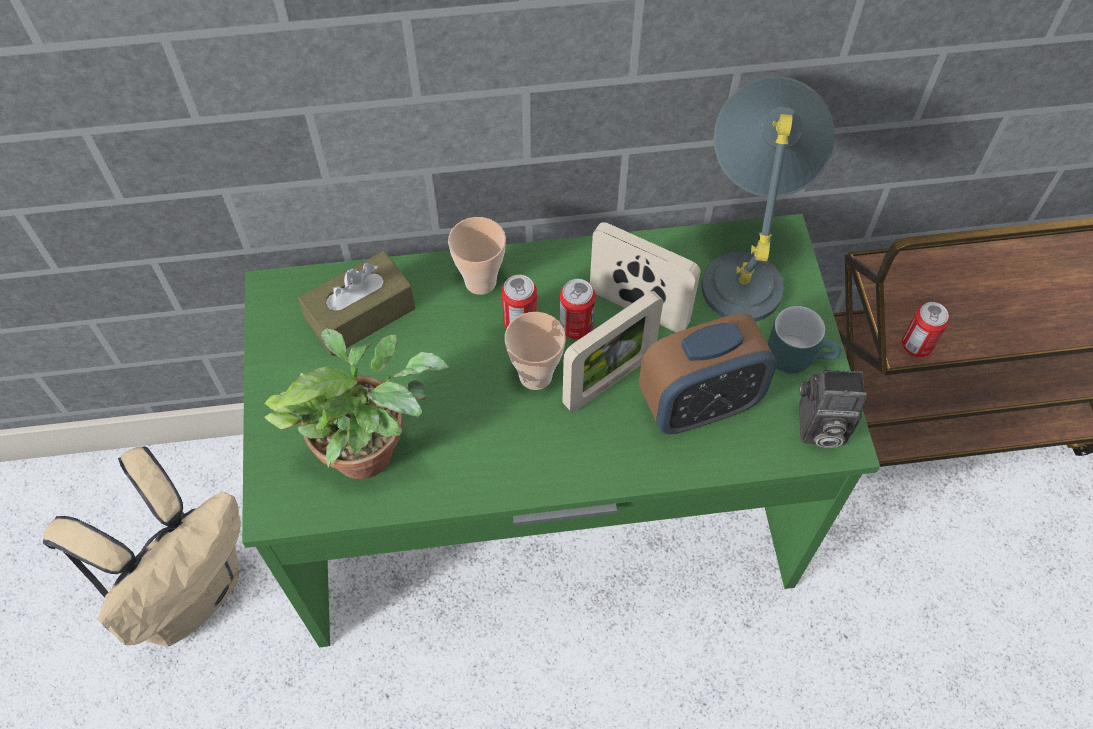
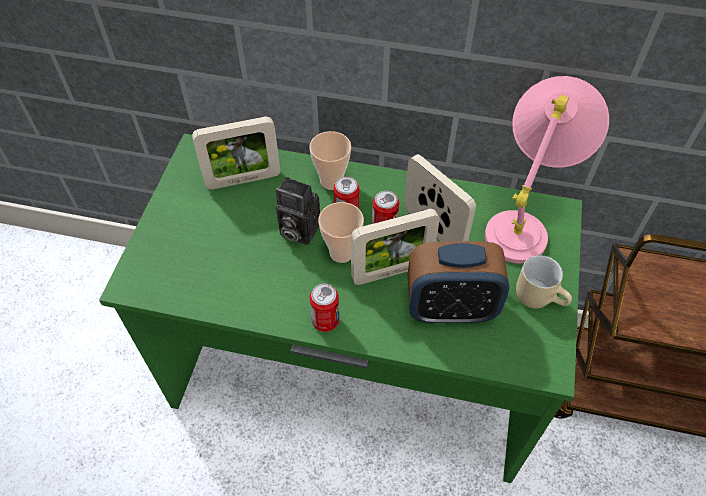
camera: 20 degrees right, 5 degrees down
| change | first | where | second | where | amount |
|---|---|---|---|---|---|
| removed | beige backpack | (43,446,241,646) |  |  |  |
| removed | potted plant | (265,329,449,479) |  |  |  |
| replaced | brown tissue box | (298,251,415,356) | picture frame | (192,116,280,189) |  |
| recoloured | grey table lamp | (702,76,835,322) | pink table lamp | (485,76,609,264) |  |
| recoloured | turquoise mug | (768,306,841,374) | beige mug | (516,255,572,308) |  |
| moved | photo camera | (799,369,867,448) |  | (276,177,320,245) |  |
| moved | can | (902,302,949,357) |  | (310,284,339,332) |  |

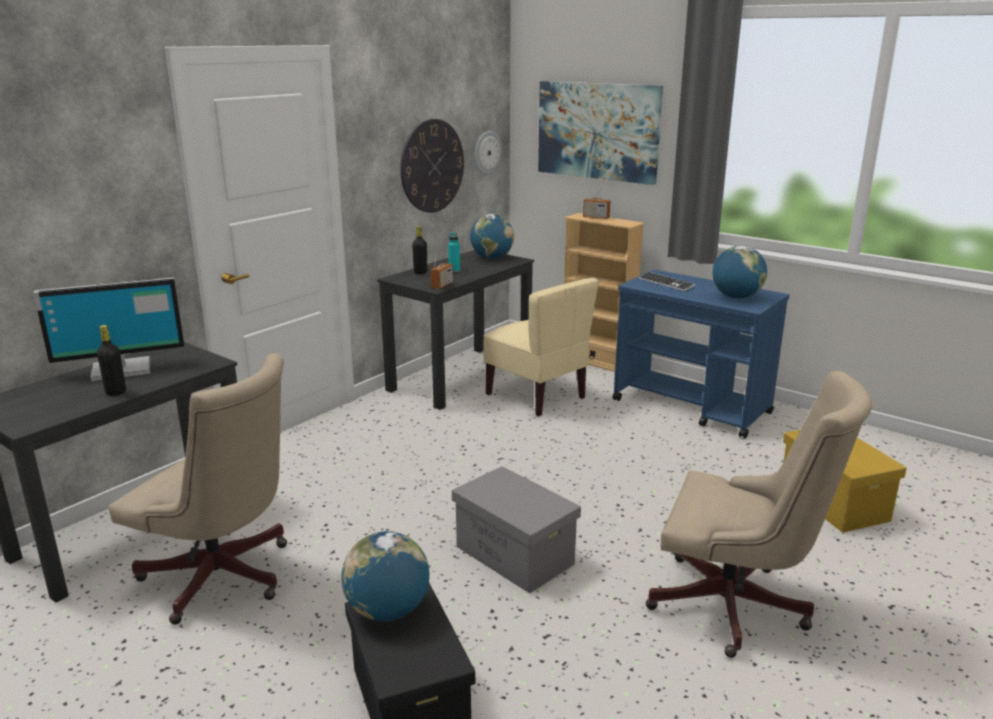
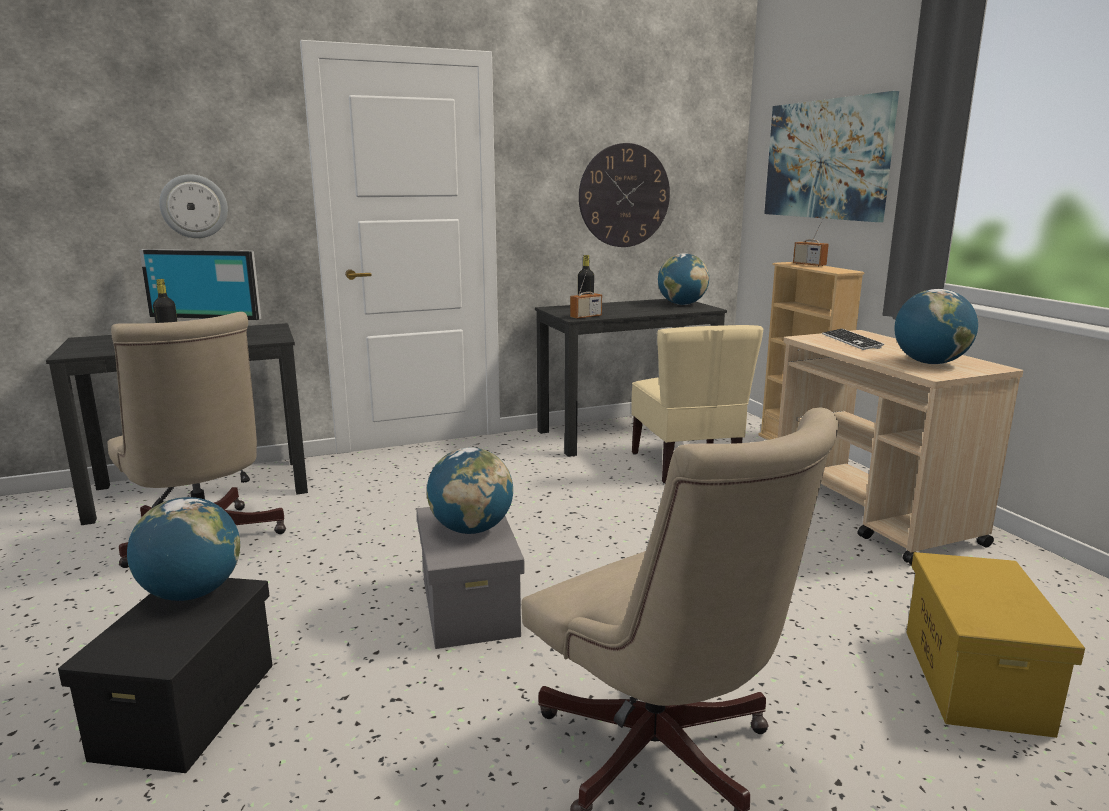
camera: 30 degrees right, 5 degrees down
| change | first | where | second | where | amount |
|---|---|---|---|---|---|
| removed | turquoise bottle | (448,233,460,272) |  |  |  |
| moved | wall clock | (475,131,502,175) |  | (159,174,228,238) |  |
| recoloured | blue cart | (613,270,790,438) | beige cart | (778,330,1023,565) |  |
| added |  |  | globe | (427,447,513,534) |  |

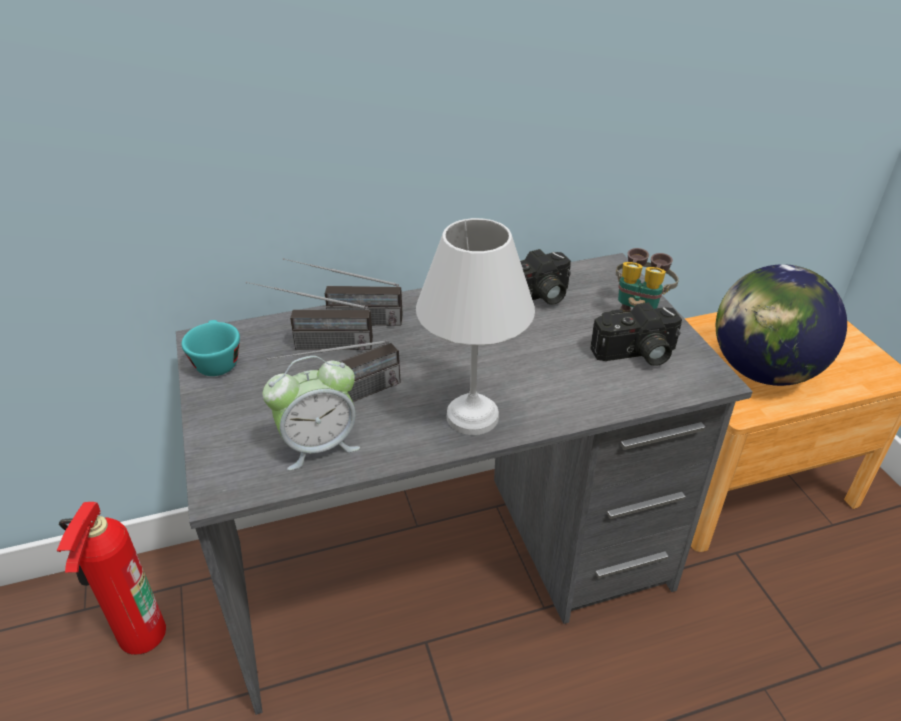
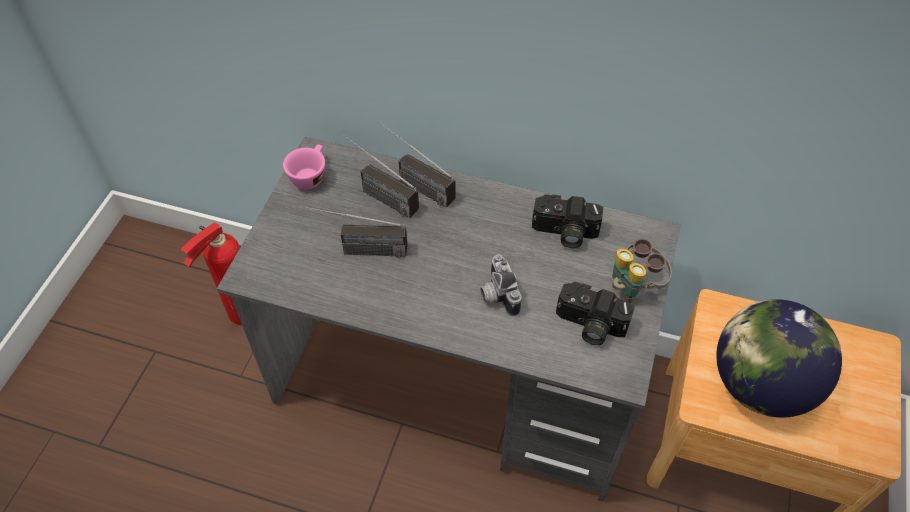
camera: 35 degrees right, 15 degrees up
| change | first | where | second | where | amount |
|---|---|---|---|---|---|
| recoloured | turquoise cup | (181,320,240,376) | pink cup | (283,144,325,190) |  |
| removed | alarm clock | (263,356,360,470) |  |  |  |
| removed | white table lamp | (416,218,535,435) |  |  |  |
| added |  |  | photo camera | (480,254,522,316) |  |

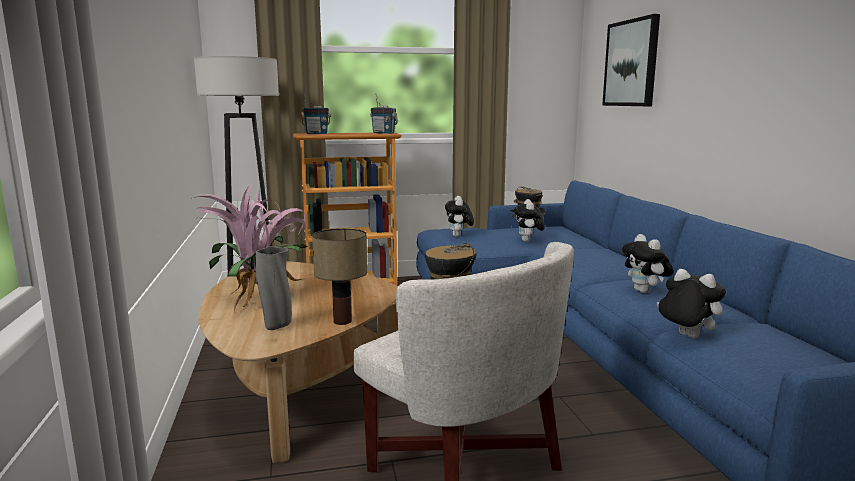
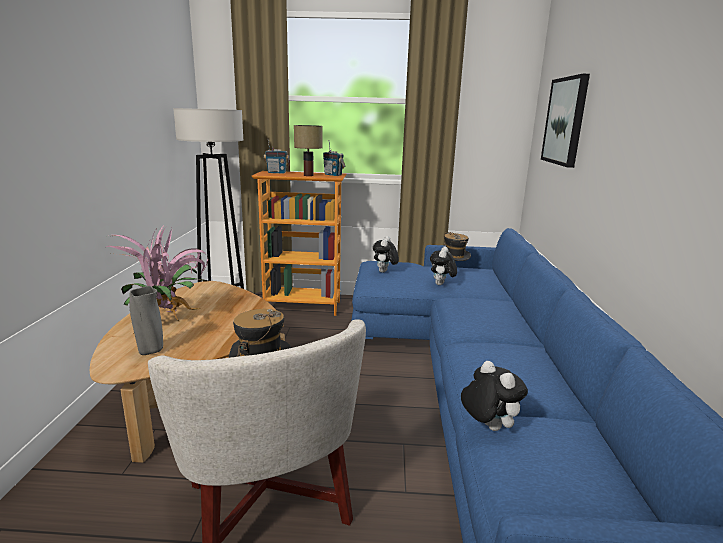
camera: 15 degrees right, 5 degrees up
| change | first | where | second | where | amount |
|---|---|---|---|---|---|
| moved | table lamp | (312,228,368,325) |  | (294,125,322,176) |  |
| removed | plush toy | (622,234,674,293) |  |  |  |

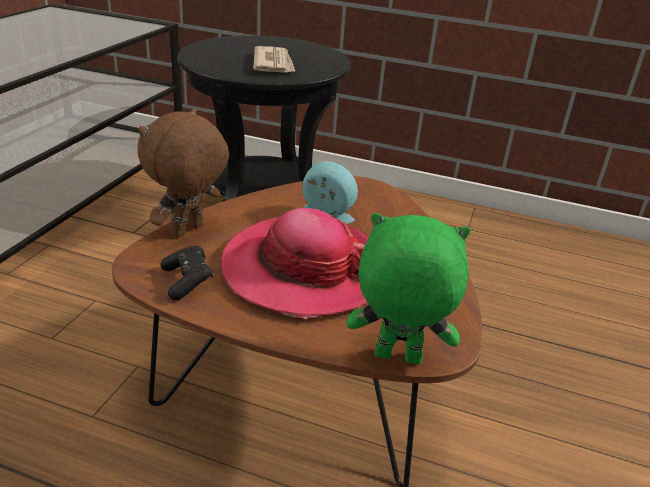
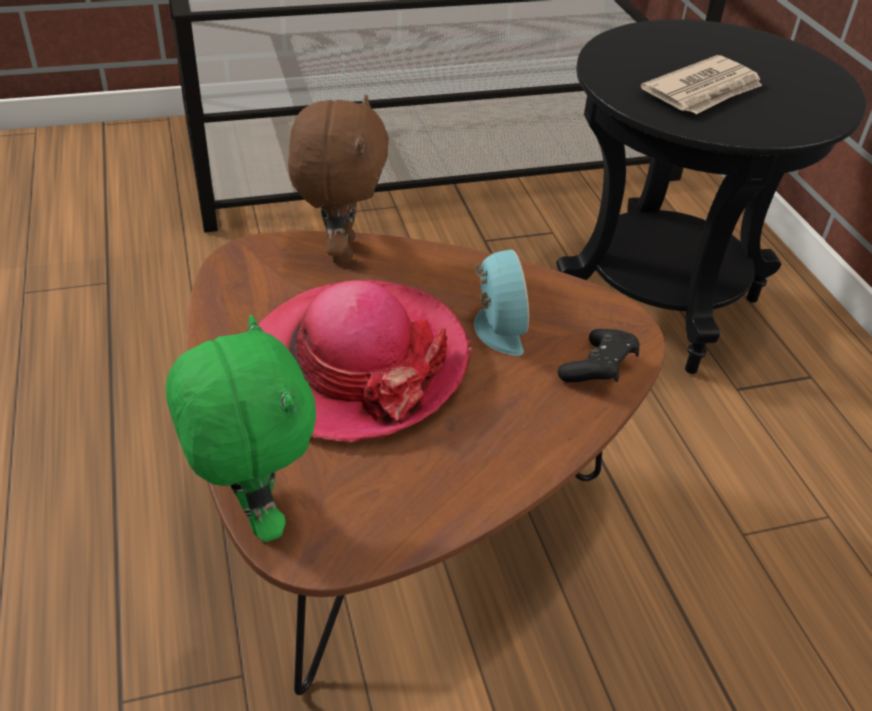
camera: 55 degrees right, 10 degrees up
| change | first | where | second | where | amount |
|---|---|---|---|---|---|
| turned | brown plush toy | (138,108,229,238) |  | (288,95,389,264) | 90 degrees clockwise |
| moved | black game controller | (160,246,213,300) |  | (558,329,640,383) |  |

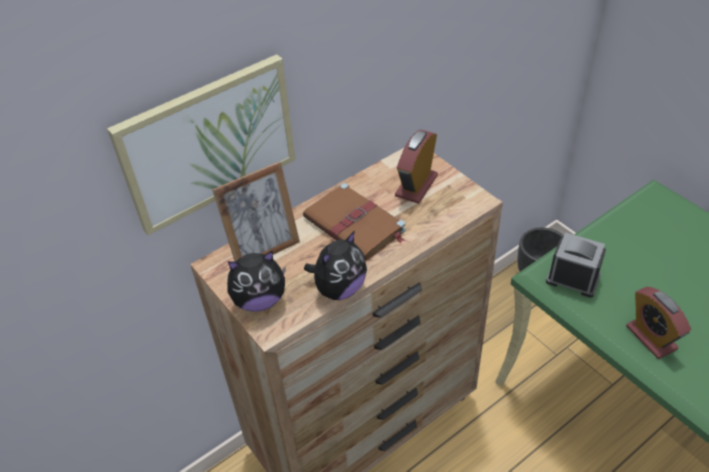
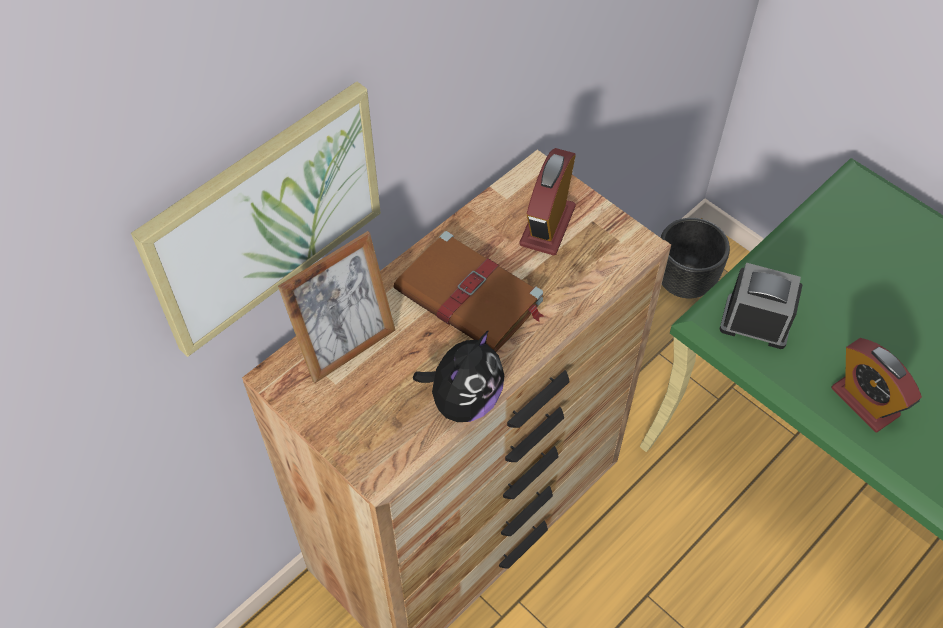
camera: 10 degrees left, 10 degrees up
| change | first | where | second | where | amount |
|---|---|---|---|---|---|
| removed | plush toy | (227,251,286,312) |  |  |  |

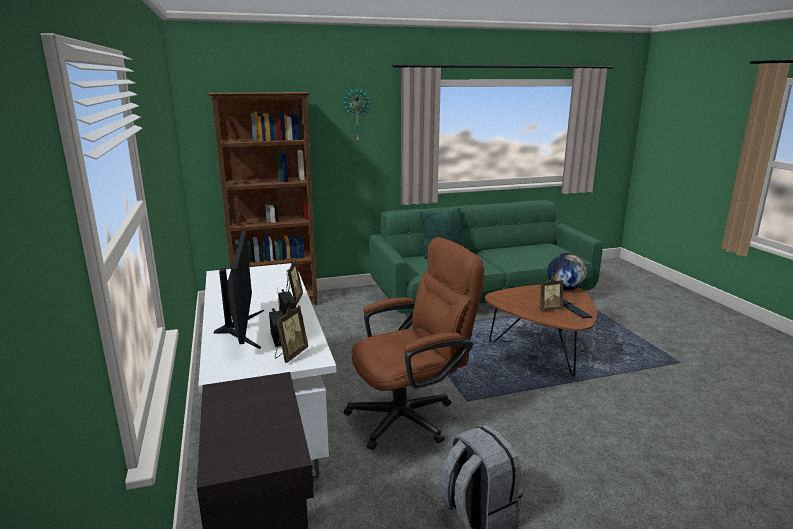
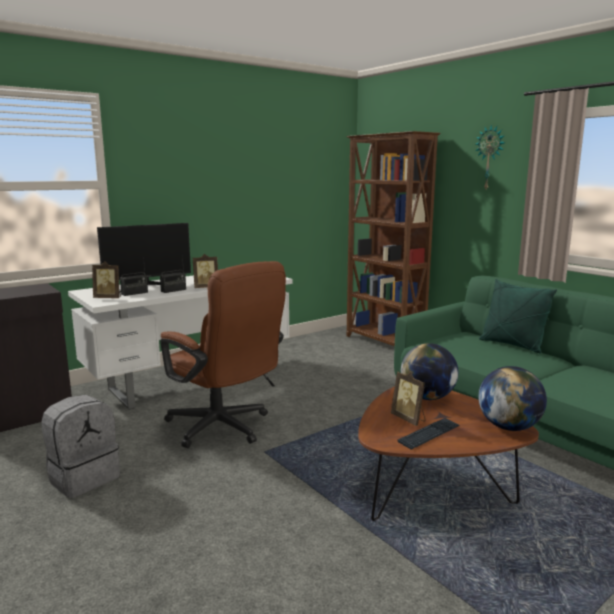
camera: 70 degrees right, 5 degrees down
| change | first | where | second | where | amount |
|---|---|---|---|---|---|
| added |  |  | globe | (401,343,458,400) |  |

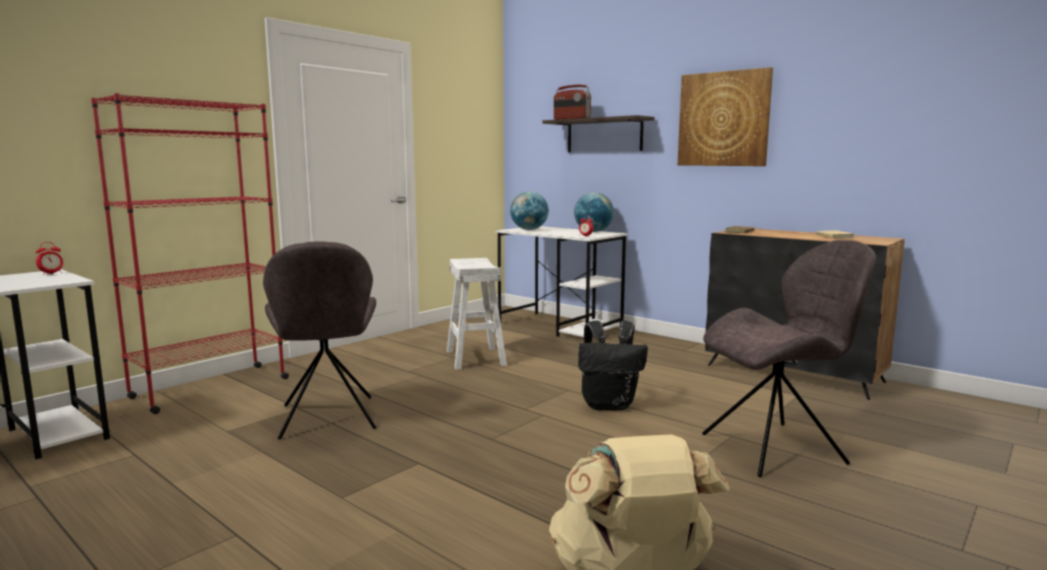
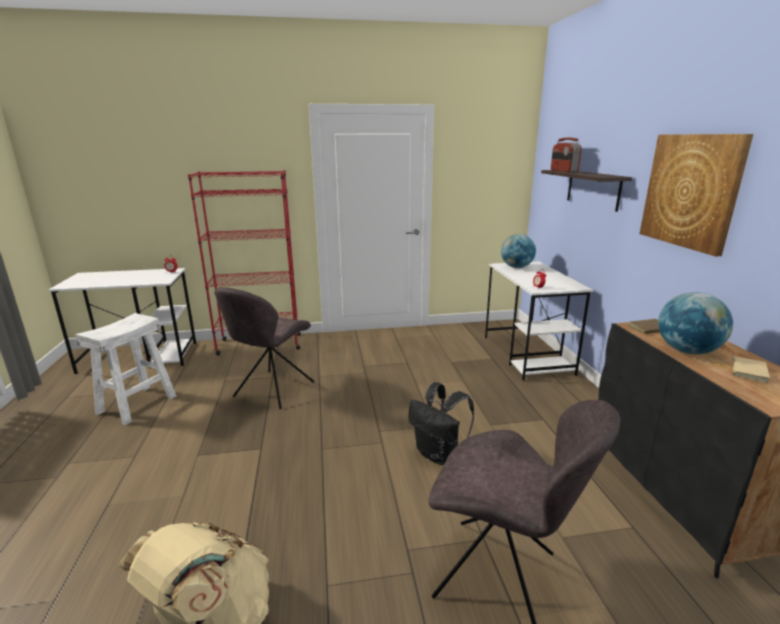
camera: 40 degrees right, 10 degrees up
| change | first | where | second | where | amount |
|---|---|---|---|---|---|
| moved | white stool | (447,258,507,370) |  | (75,313,176,425) |  |
| moved | globe | (574,192,614,232) |  | (658,292,733,354) |  |

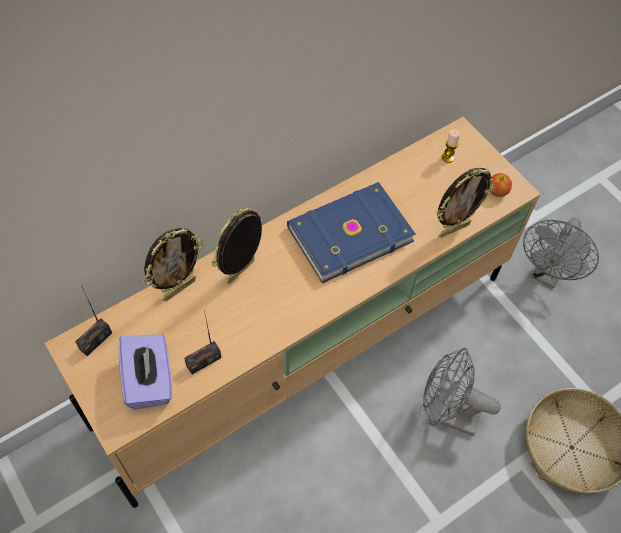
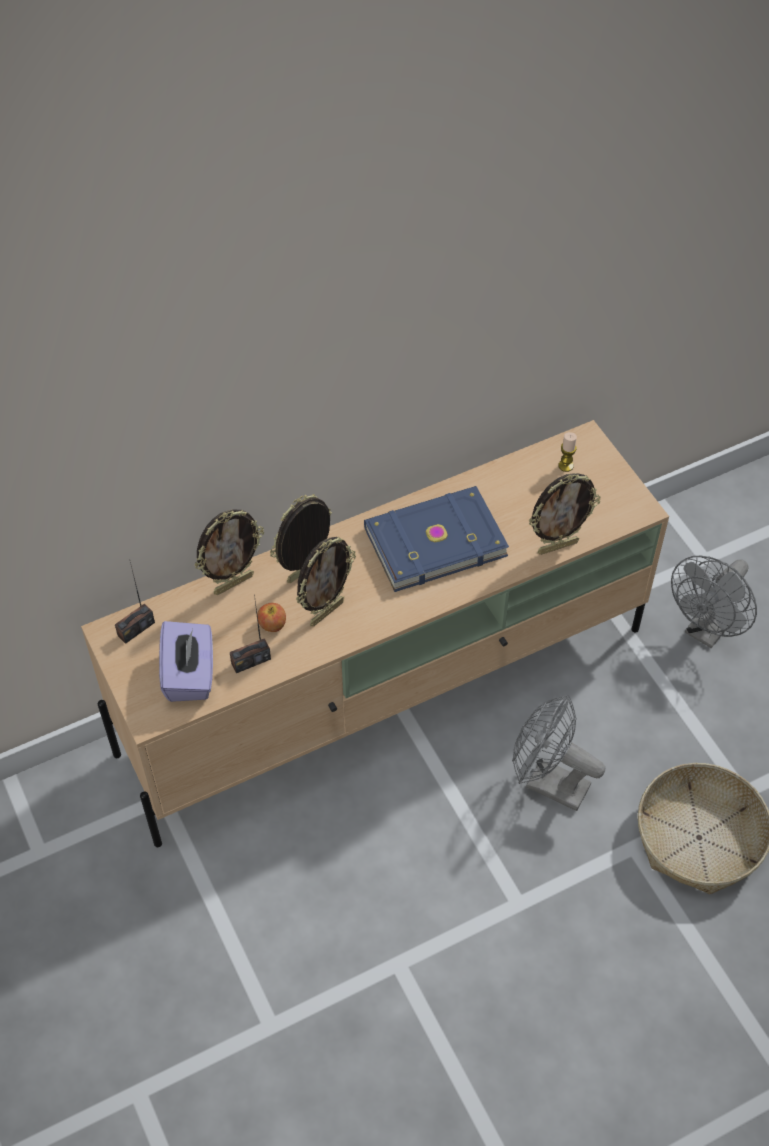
camera: 10 degrees right, 5 degrees down
| change | first | where | second | where | amount |
|---|---|---|---|---|---|
| moved | apple | (489,173,512,197) |  | (257,603,286,632) |  |
| added |  |  | picture frame | (296,537,356,627) |  |

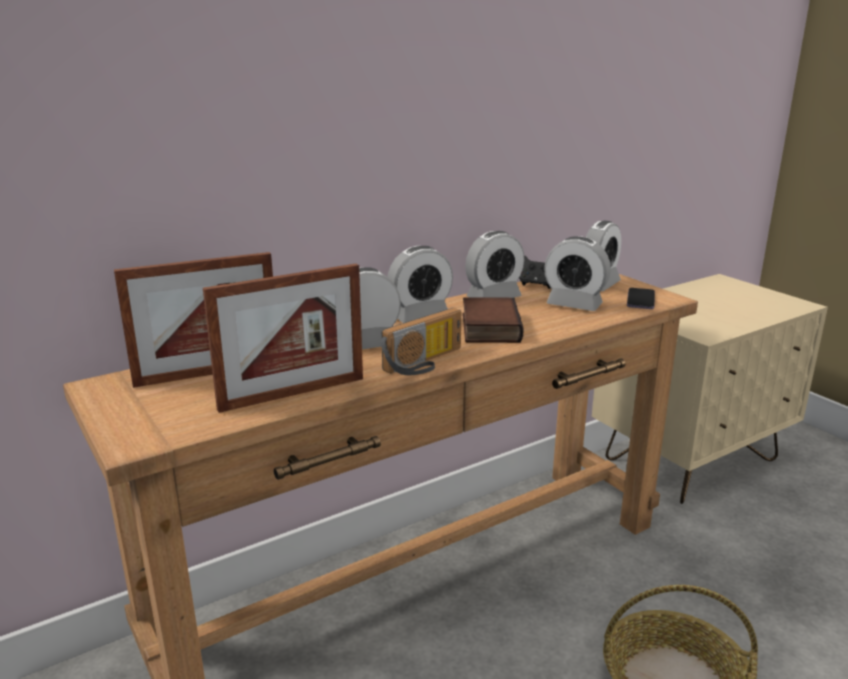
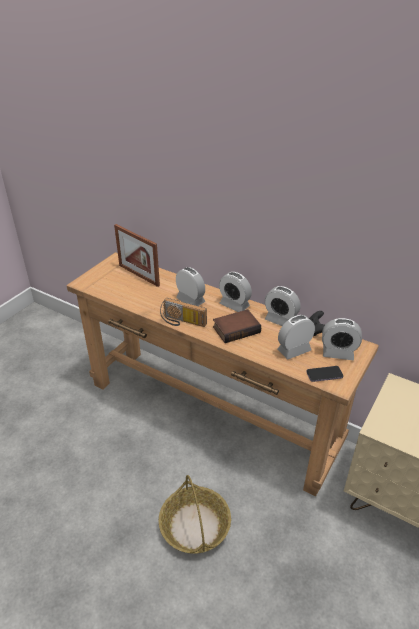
camera: 65 degrees right, 15 degrees up
| change | first | where | second | where | amount |
|---|---|---|---|---|---|
| removed | picture frame | (203,264,363,413) |  |  |  |
| turned | alarm clock | (544,236,611,311) |  | (278,315,315,359) | 60 degrees clockwise |

